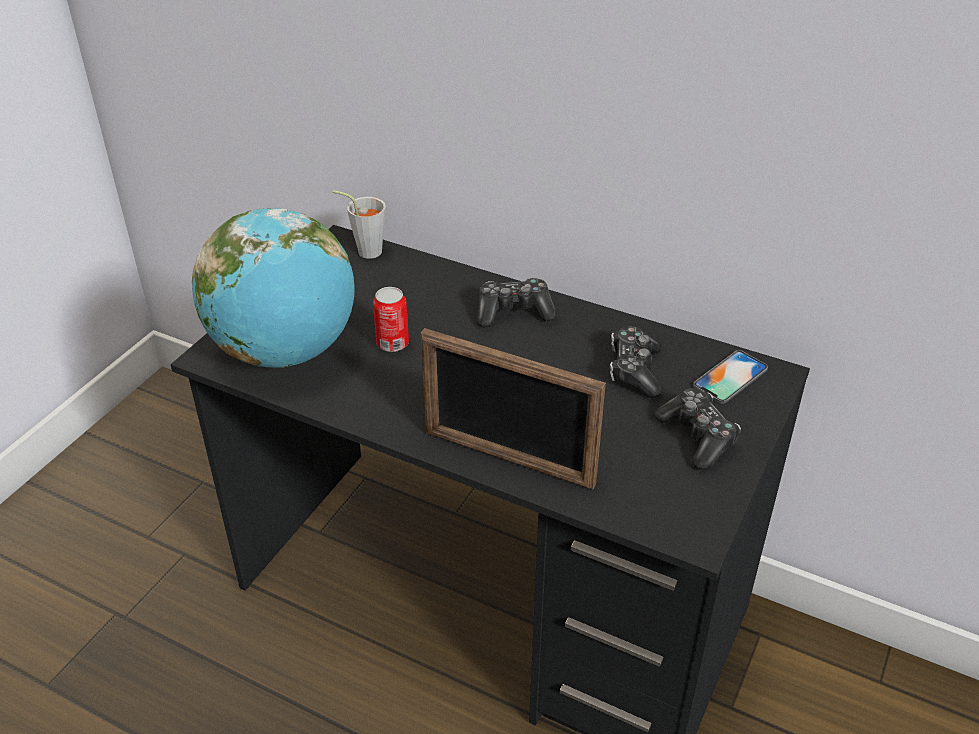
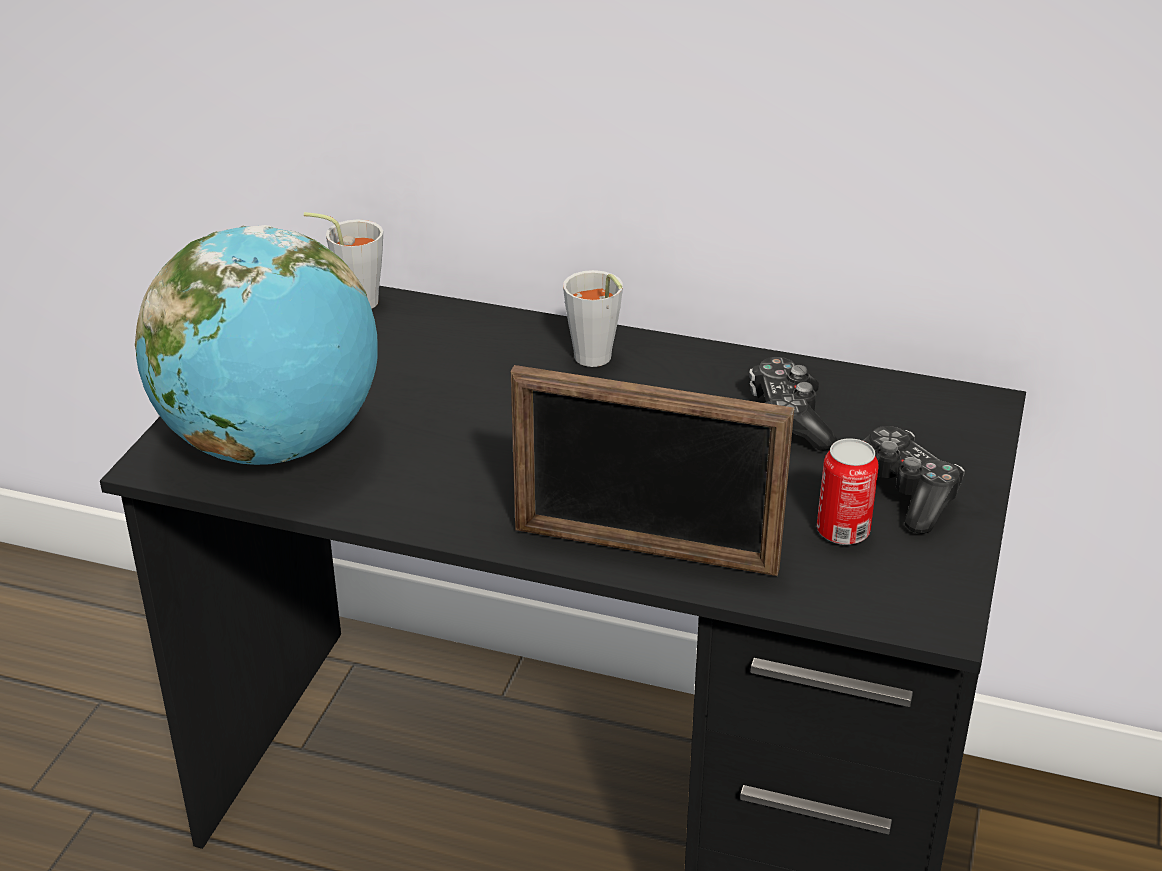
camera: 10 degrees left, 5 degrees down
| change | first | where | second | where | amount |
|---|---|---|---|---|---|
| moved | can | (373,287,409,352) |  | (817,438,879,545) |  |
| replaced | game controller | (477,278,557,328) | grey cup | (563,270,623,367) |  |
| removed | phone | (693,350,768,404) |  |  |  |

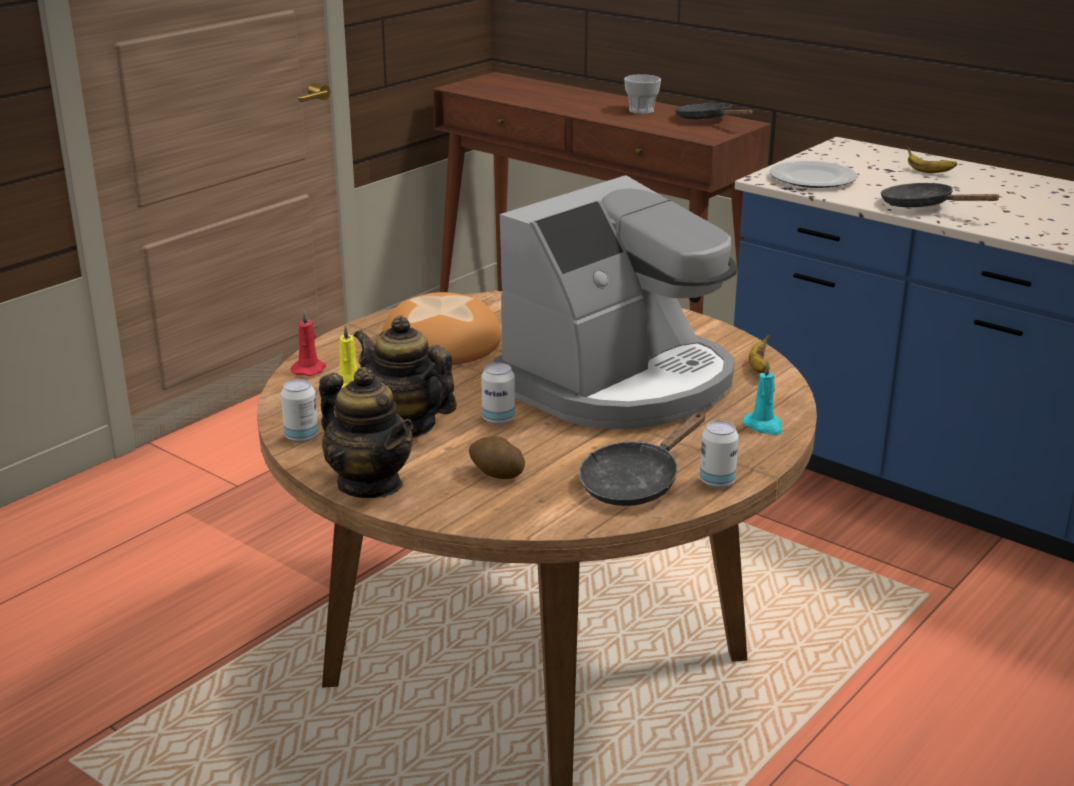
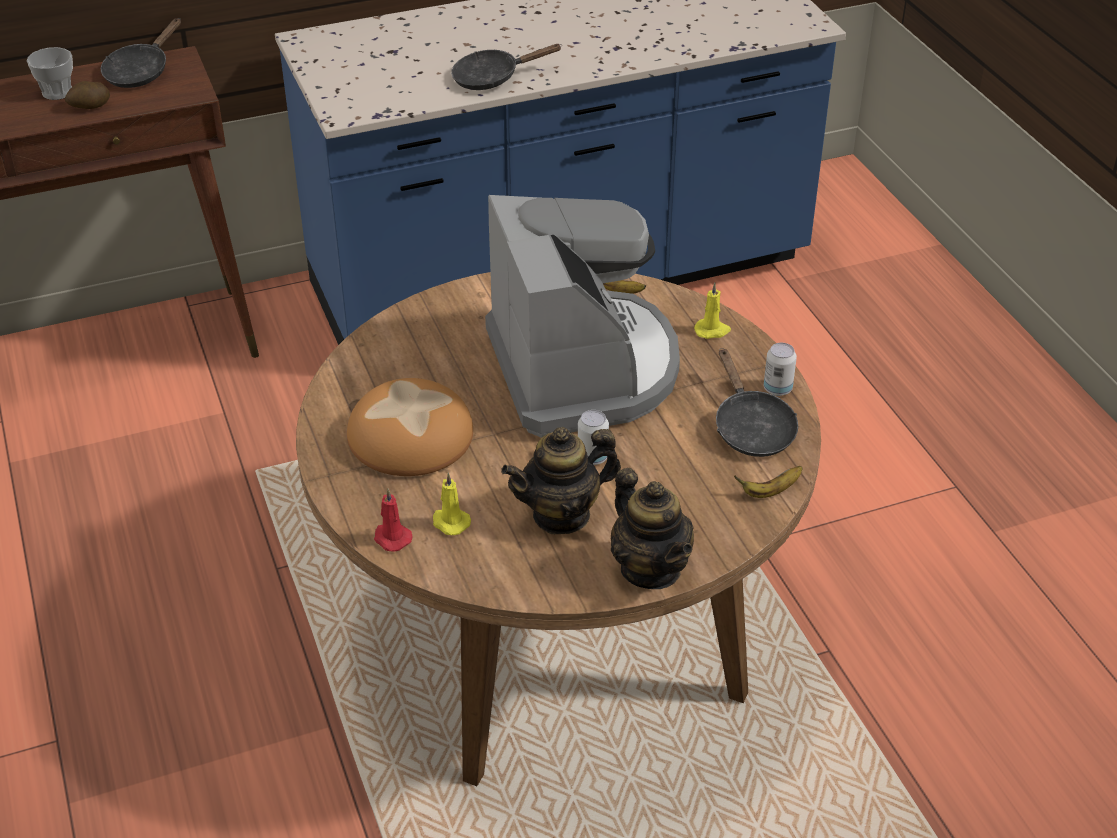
camera: 60 degrees left, 15 degrees up
| change | first | where | second | where | amount |
|---|---|---|---|---|---|
| removed | can | (281,379,318,443) |  |  |  |
| turned | teapot | (319,367,413,498) |  | (611,468,694,589) | 75 degrees clockwise |
| moved | potato | (469,436,525,479) |  | (65,81,110,109) |  |
| turned | black frying pan | (675,103,753,119) |  | (101,18,181,88) | 60 degrees counterclockwise |
| recoloured | turquoise candle | (743,362,782,435) | yellow candle | (694,283,731,339) |  |
| removed | plate | (769,160,858,188) |  |  |  |
| moved | banana | (908,148,957,173) |  | (734,466,803,498) |  |

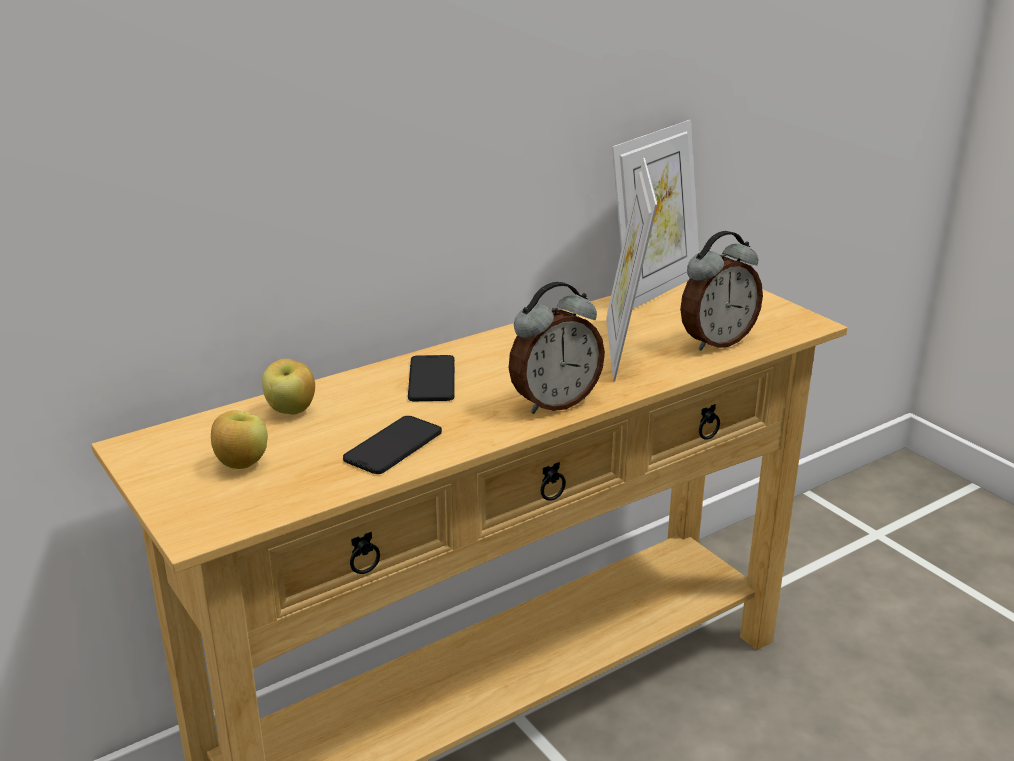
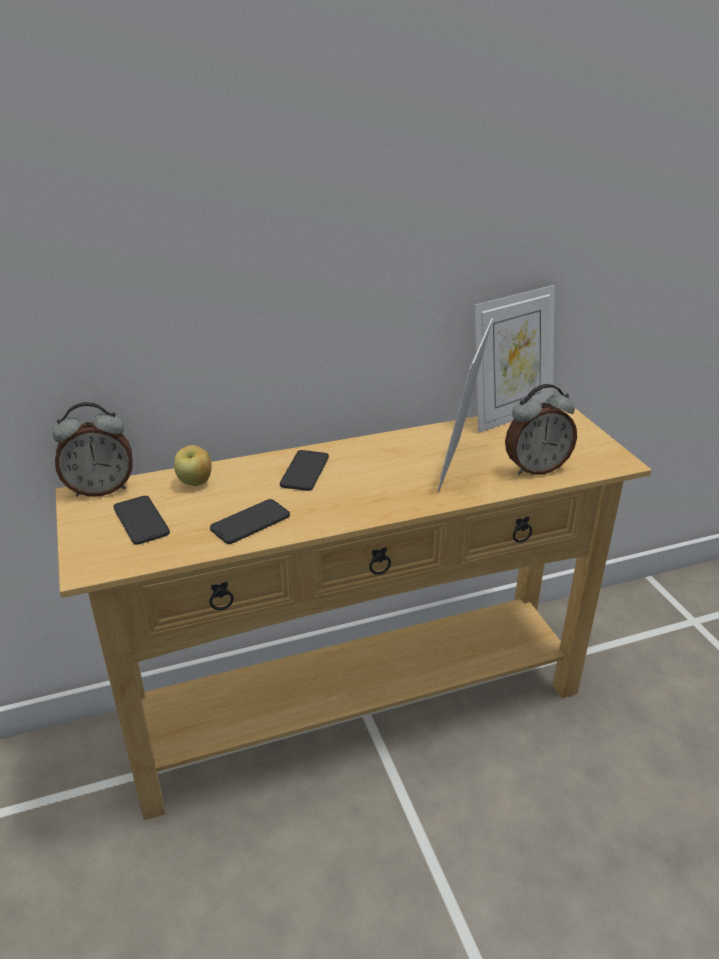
camera: 15 degrees right, 5 degrees up
| change | first | where | second | where | amount |
|---|---|---|---|---|---|
| replaced | apple | (211,410,268,469) | phone | (113,496,170,545) |  |
| moved | alarm clock | (509,282,605,414) |  | (53,402,132,497) |  |

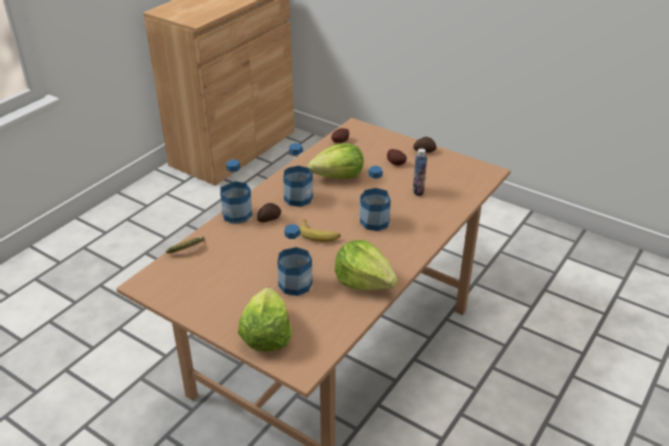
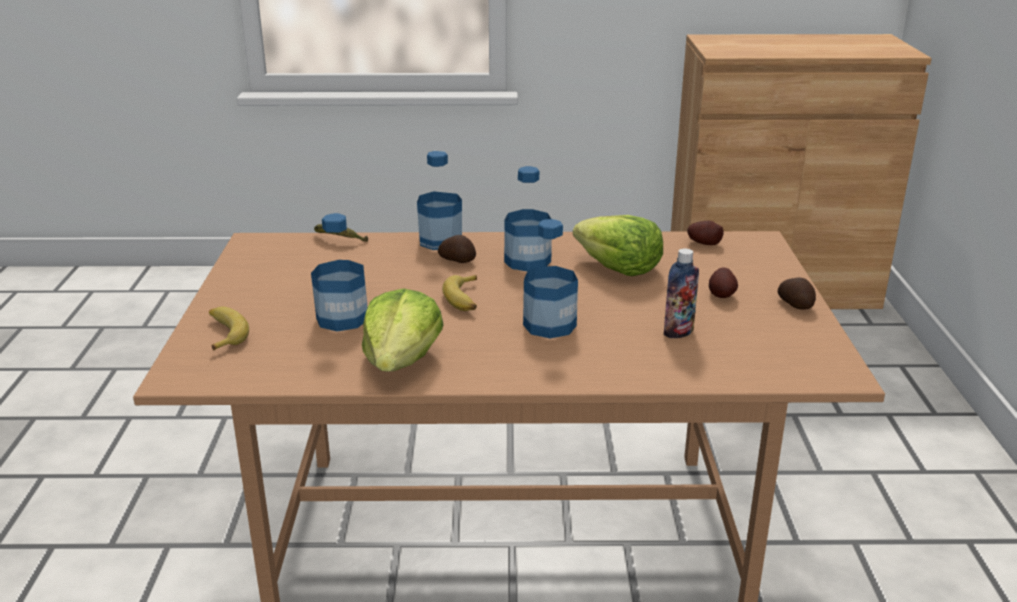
camera: 55 degrees right, 10 degrees down
| change | first | where | second | where | amount |
|---|---|---|---|---|---|
| replaced | lettuce | (238,288,292,351) | banana | (209,306,249,351) |  |

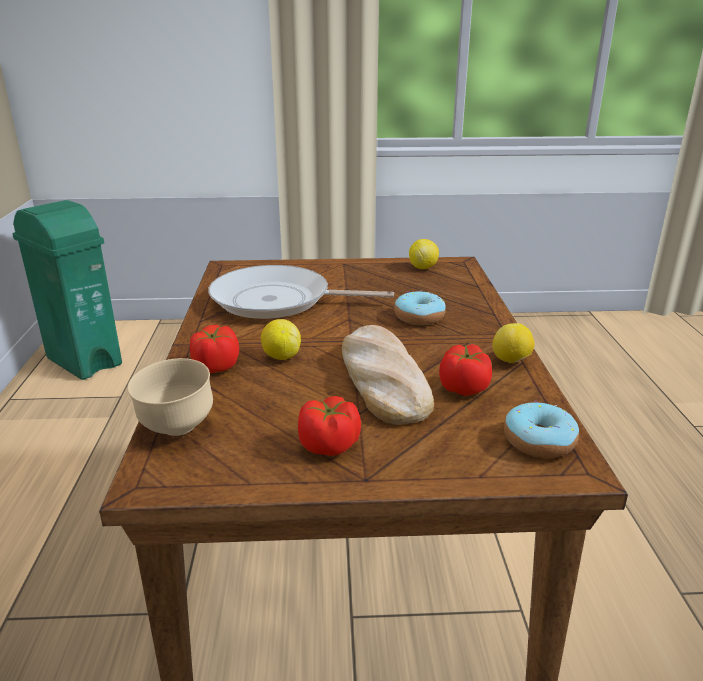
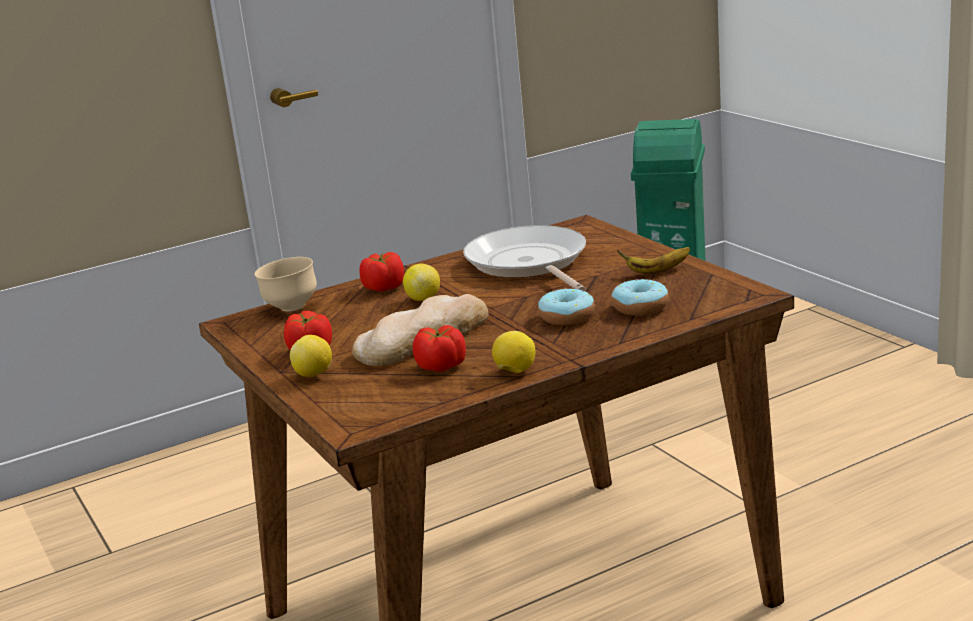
camera: 65 degrees right, 5 degrees down
| change | first | where | second | where | amount |
|---|---|---|---|---|---|
| moved | lemon | (409,239,439,269) |  | (290,335,332,377) |  |
| moved | donut | (504,401,579,458) |  | (612,279,669,316) |  |
| added |  |  | banana | (617,247,690,274) |  |

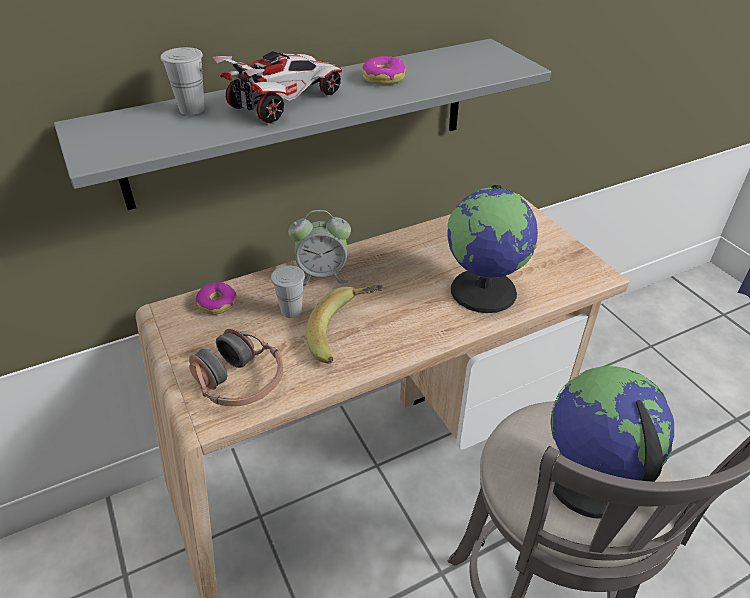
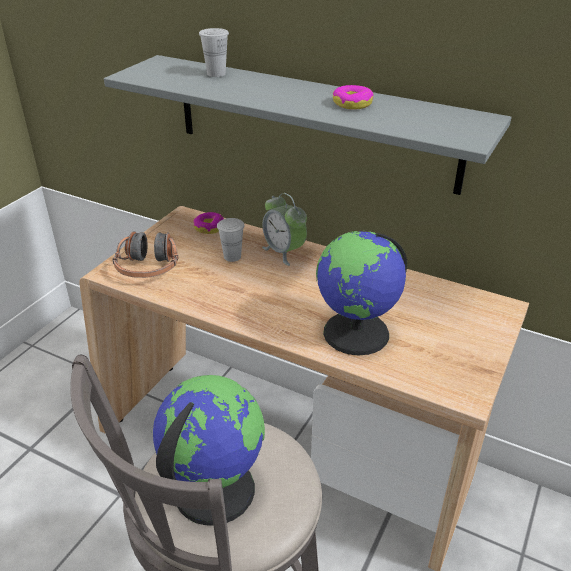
camera: 55 degrees right, 5 degrees down
| change | first | where | second | where | amount |
|---|---|---|---|---|---|
| removed | toy car | (212,51,342,123) |  |  |  |
| removed | banana | (306,285,383,364) |  |  |  |

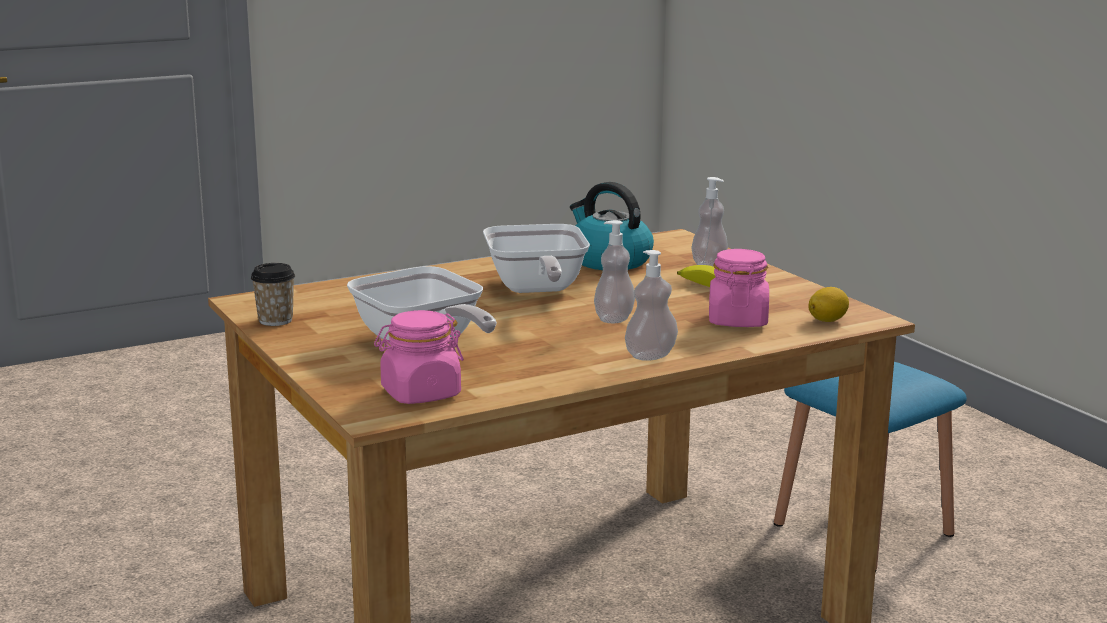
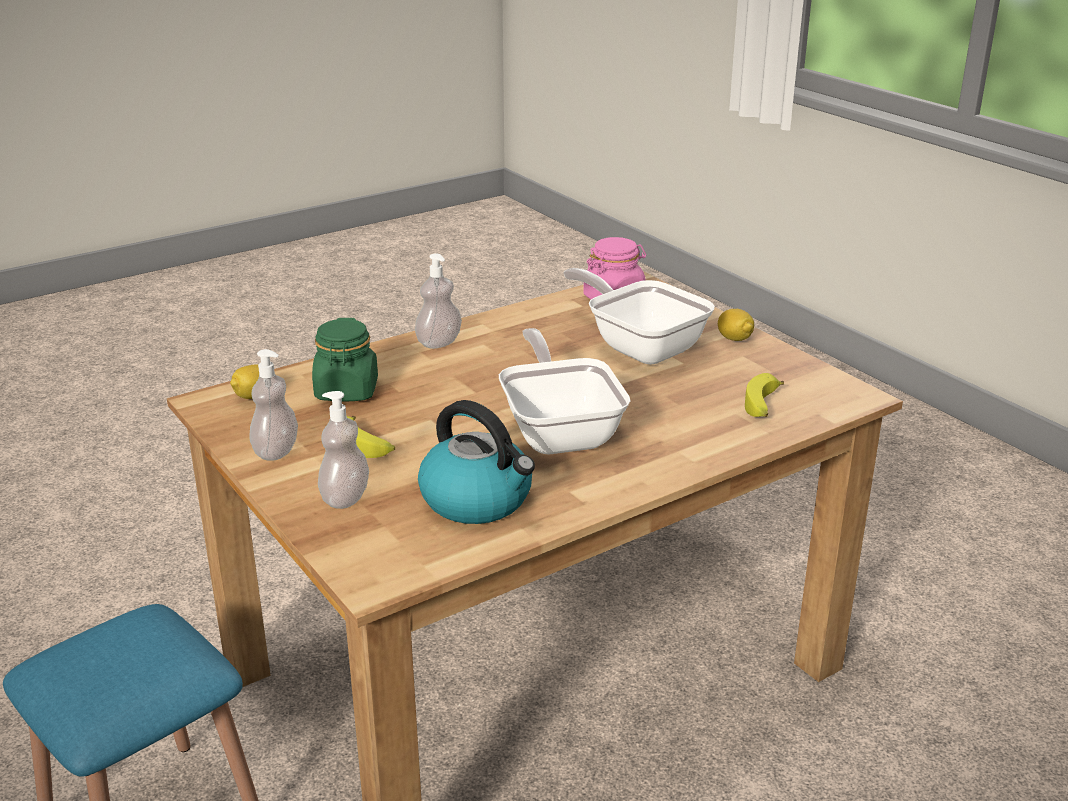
camera: 175 degrees right, 10 degrees up
| change | first | where | second | where | amount |
|---|---|---|---|---|---|
| removed | cup | (251,263,295,326) |  |  |  |
| moved | soap dispenser | (594,220,635,324) |  | (249,349,298,461) |  |
| recoloured | pink jar | (709,249,769,327) | green jar | (312,318,378,401) |  |
| added |  |  | lemon | (718,309,754,341) |  |
| added |  |  | banana | (745,373,784,417) |  |

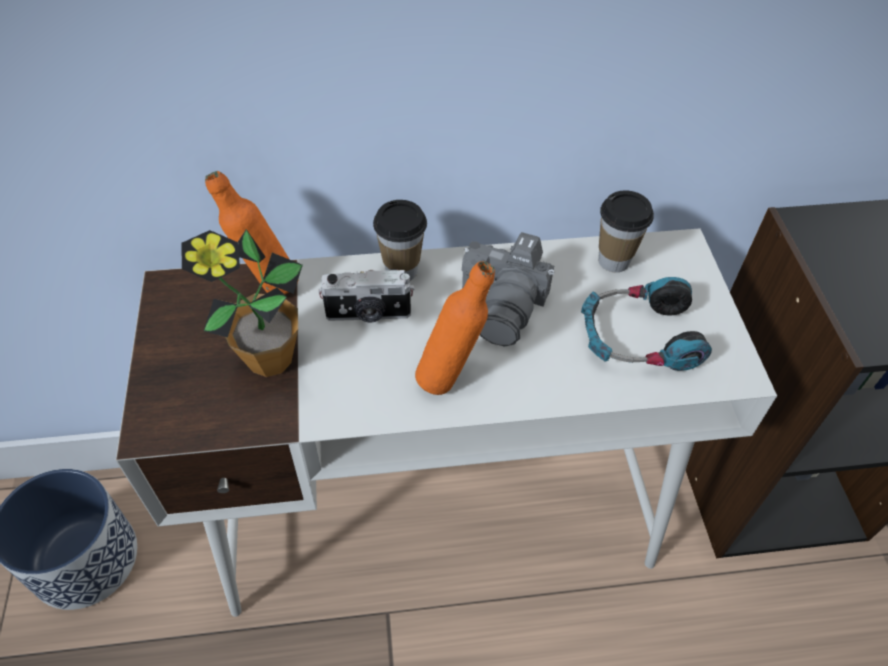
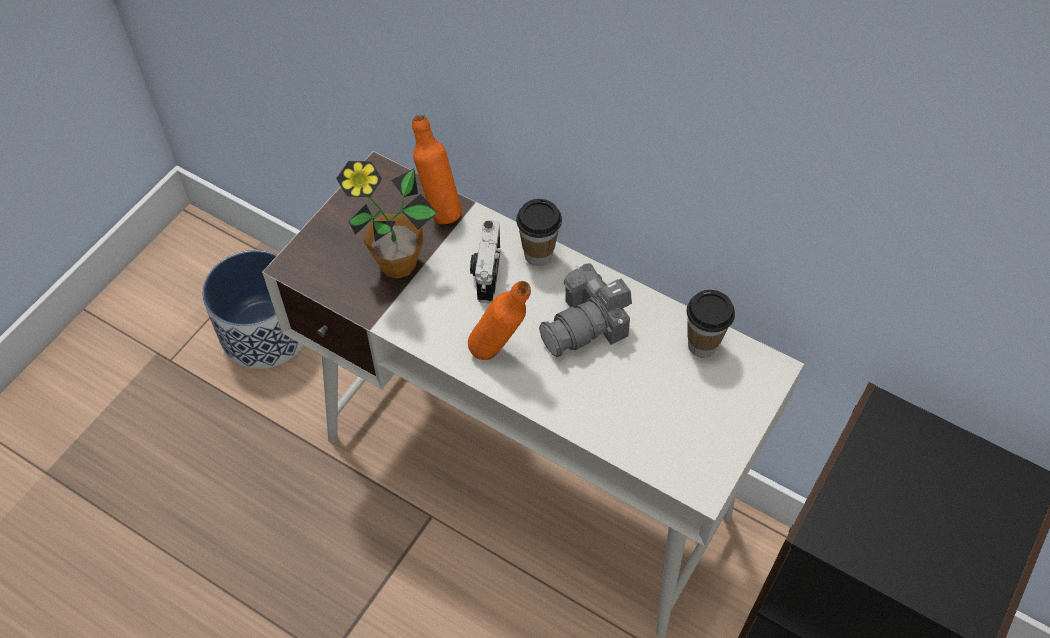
camera: 40 degrees right, 5 degrees up
| change | first | where | second | where | amount |
|---|---|---|---|---|---|
| turned | photo camera | (319,269,414,322) |  | (470,220,500,303) | 60 degrees clockwise |
| removed | headphones | (581,277,712,371) |  |  |  |

